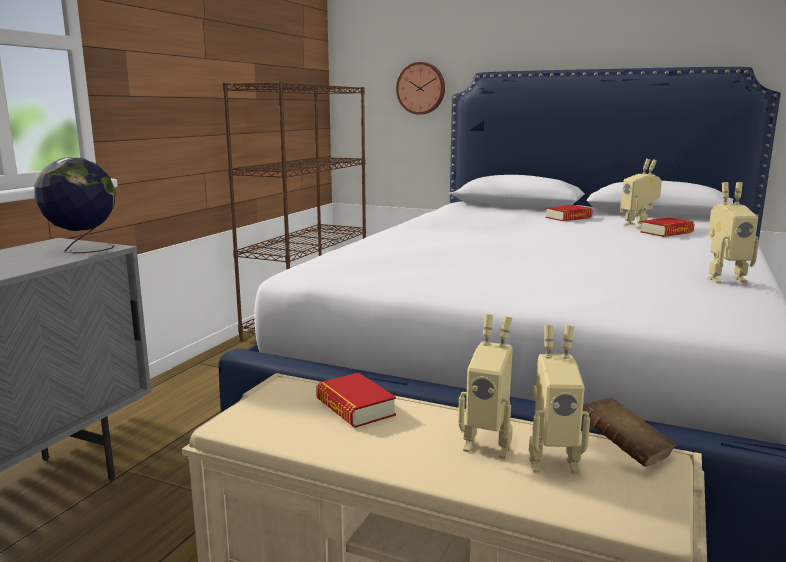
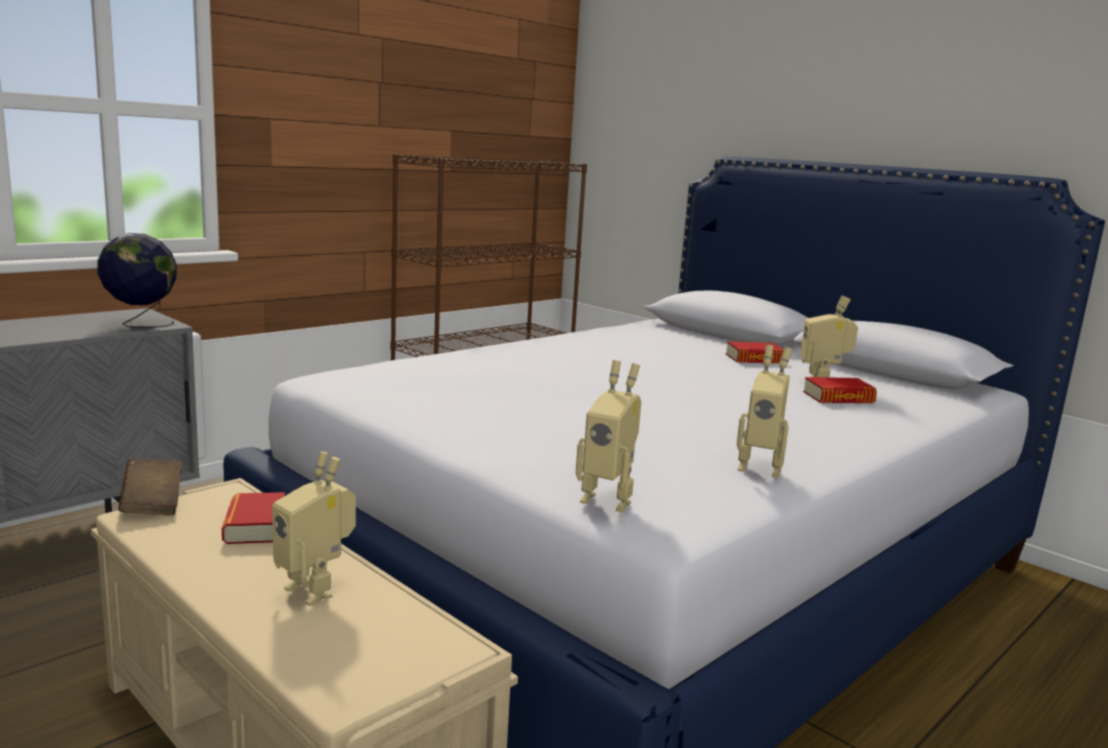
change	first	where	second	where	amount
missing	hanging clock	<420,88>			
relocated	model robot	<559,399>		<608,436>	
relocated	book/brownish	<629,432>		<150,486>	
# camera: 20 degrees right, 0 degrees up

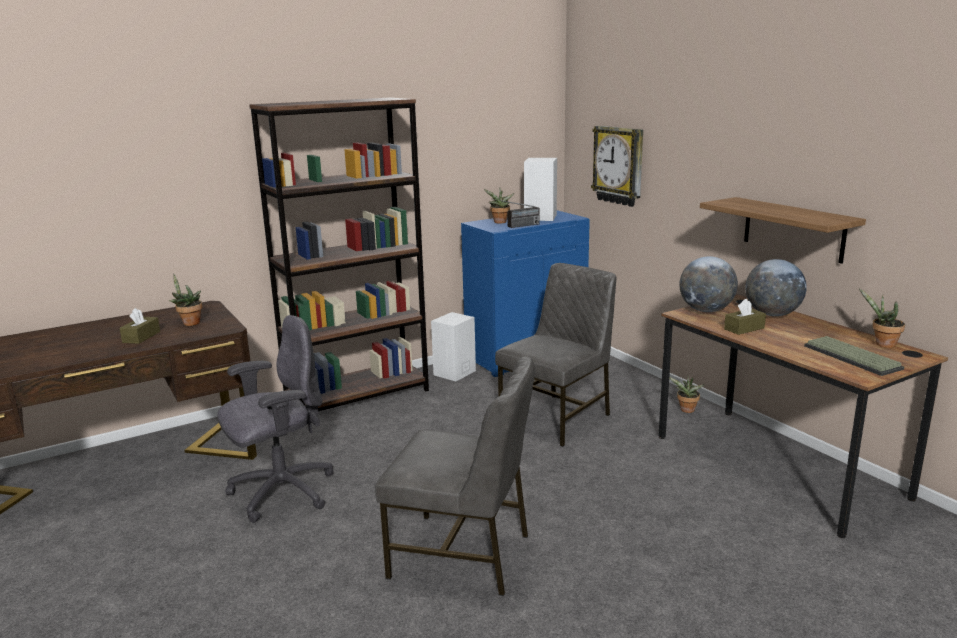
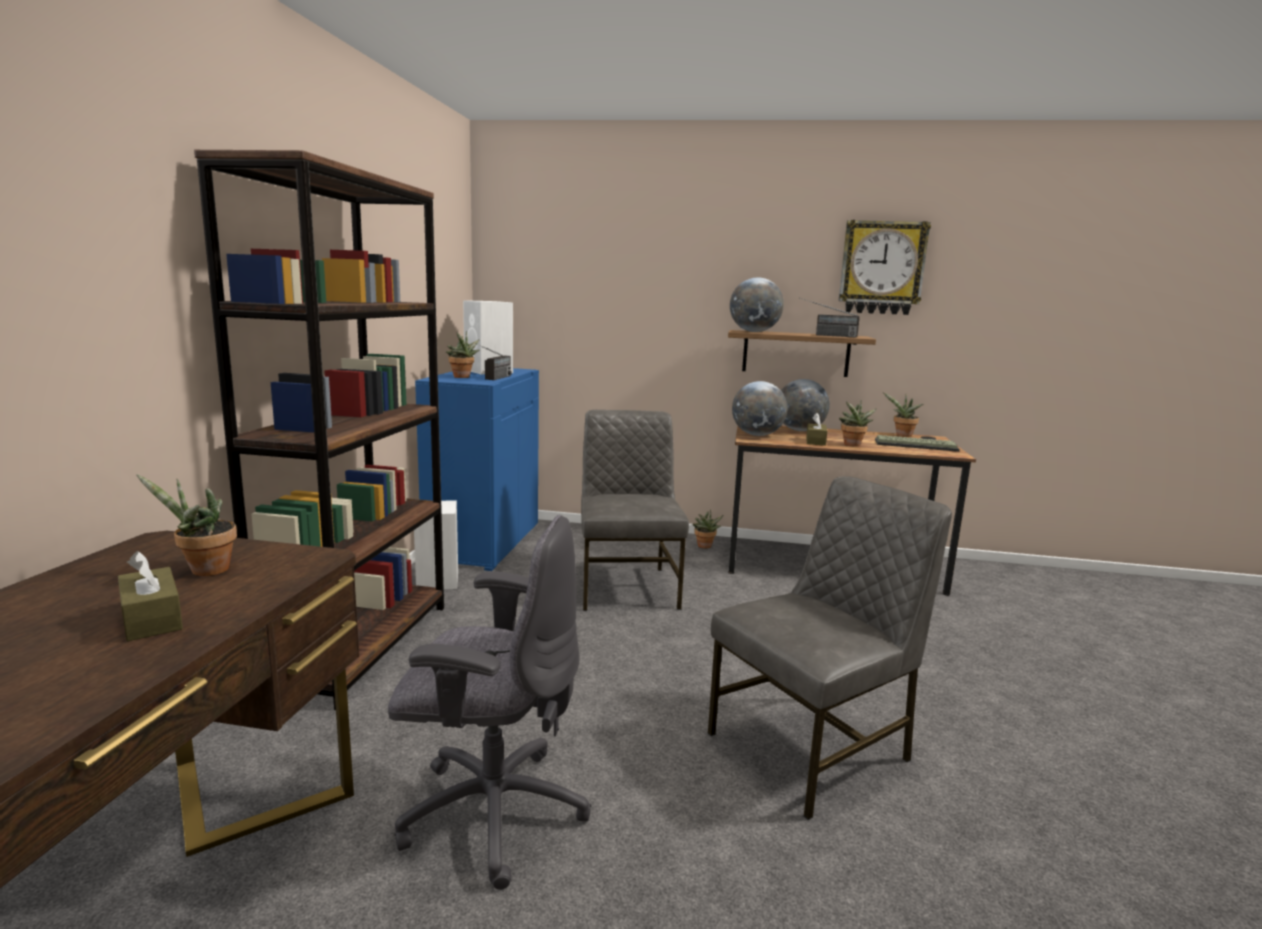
change	first	where	second	where	amount
spun	office chair/greyish	<275,419>		<489,702>	90 degrees clockwise
relocated	hanging clock	<617,166>		<884,267>	
appeared			desk globe	<757,304>	
appeared			radio	<829,317>	
appeared			plant in a pot	<858,423>	
# camera: 50 degrees left, 5 degrees down

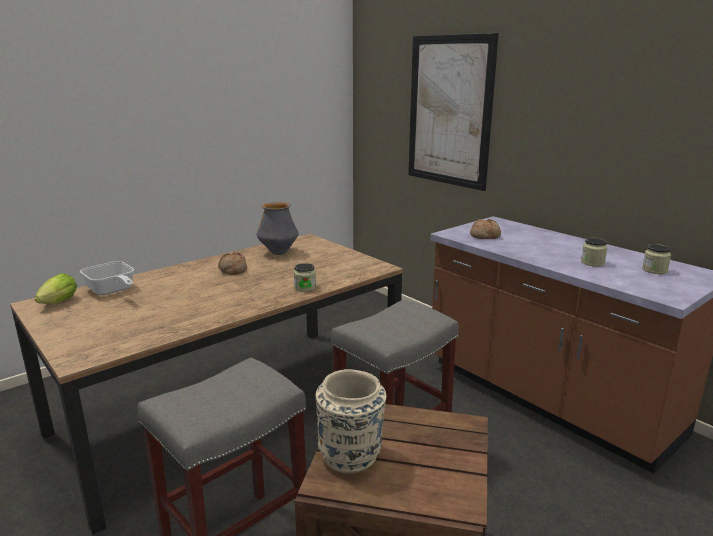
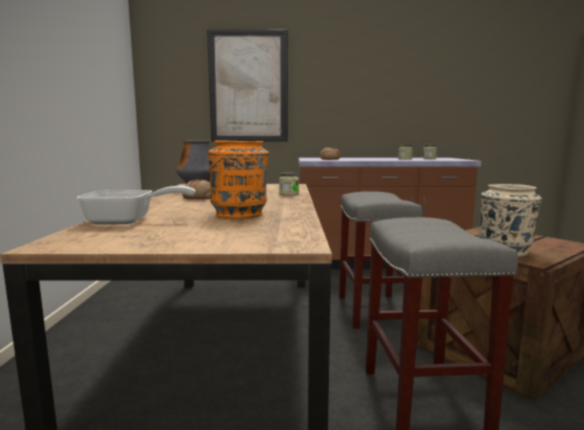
change	first	where	second	where	amount
missing	lettuce head	<56,288>			
appeared			decorative vase/orange-coloured	<238,179>	
# camera: 50 degrees left, 10 degrees down

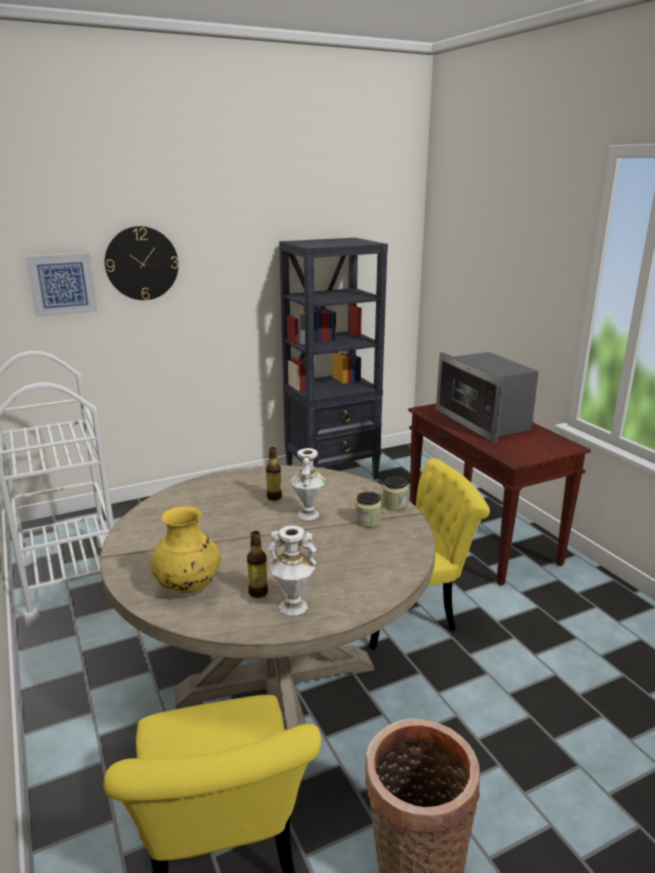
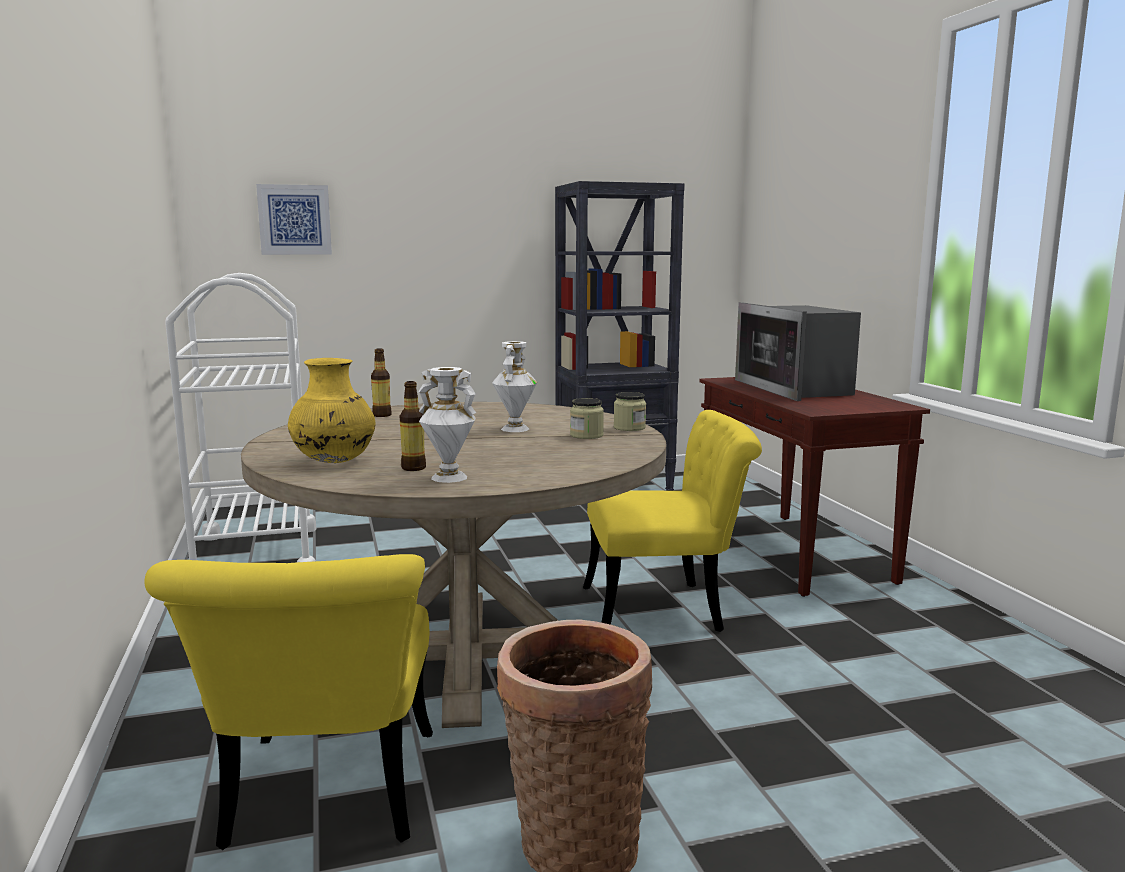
change	first	where	second	where	amount
missing	hanging clock	<141,263>			
relocated	bottle	<274,474>		<381,382>	
# camera: 10 degrees right, 10 degrees down

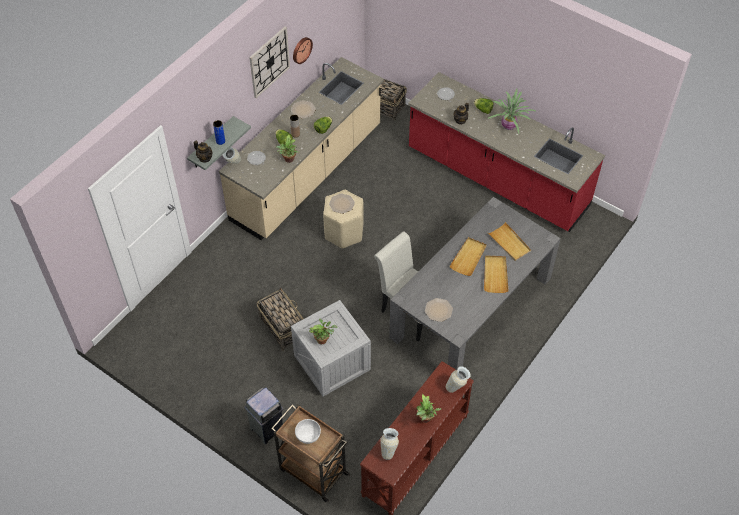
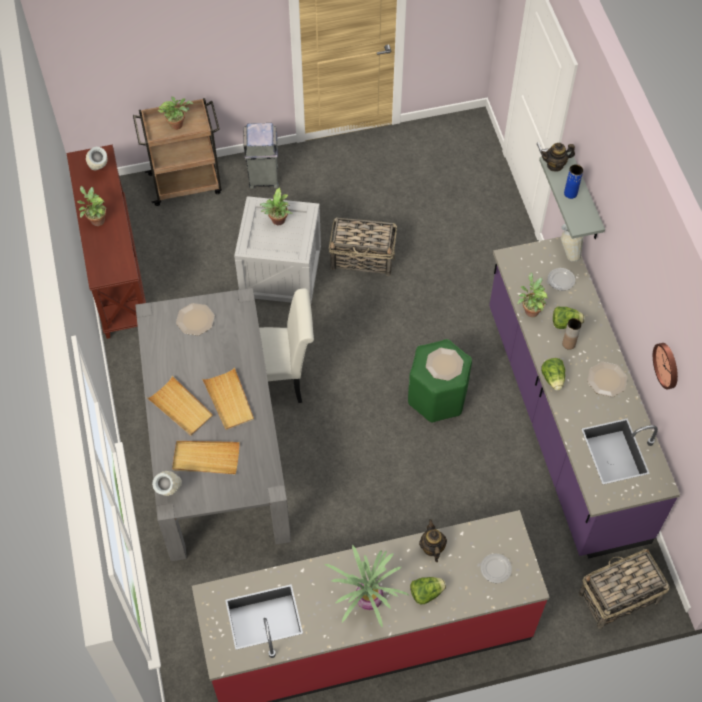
change	first	where	second	where	amount
colour	kitchen base unit/beige	<301,148>	kitchen base unit/purple	<584,398>	
missing	hanging clock	<269,62>			
exchanged	serving bowl/white	<308,431>	plant in a pot	<175,113>	
colour	sitting stool/beige	<343,219>	sitting stool/green-coloured	<440,380>	
relocated	decorative vase	<458,379>		<167,483>	
# camera: 130 degrees right, 5 degrees up

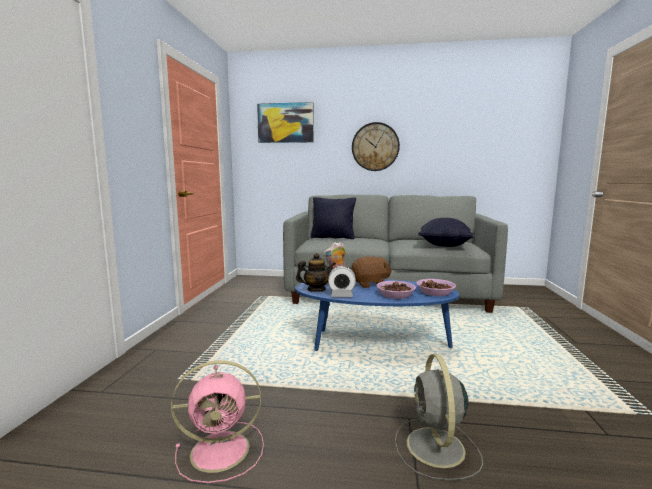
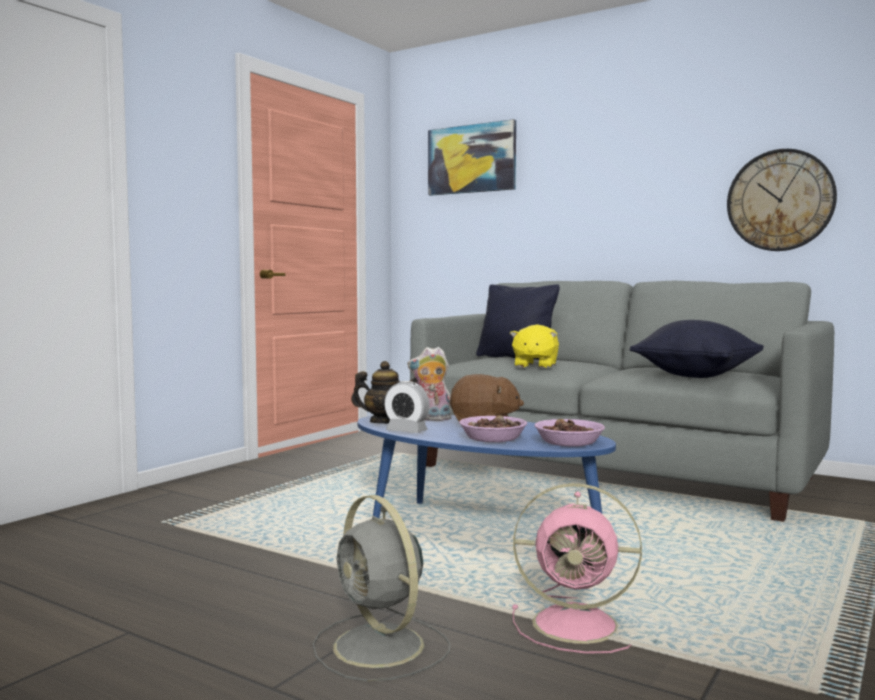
change	first	where	second	where	amount
relocated	cooling fan/pink	<217,421>		<577,568>	
relocated	hanging clock	<376,146>		<782,200>	
spun	cooling fan/greyish	<439,417>		<381,588>	60 degrees counterclockwise
appeared			plush toy/yellow	<534,346>	
# camera: 25 degrees right, 5 degrees down

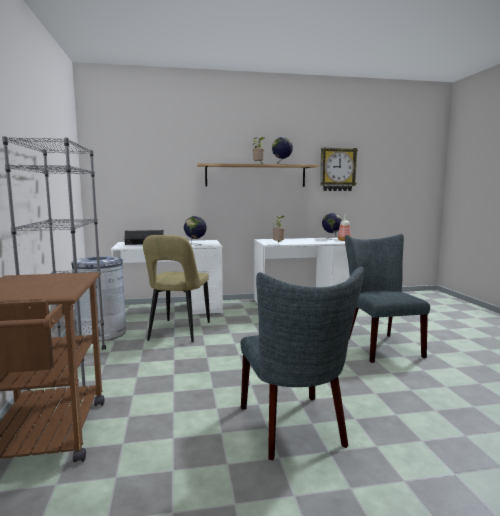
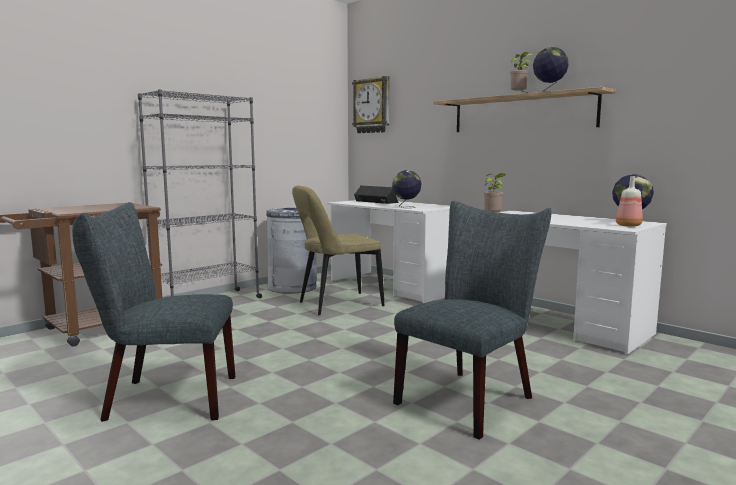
change	first	where	second	where	amount
spun	plain chair/greyish	<302,363>		<153,312>	45 degrees clockwise
relocated	hanging clock	<339,169>		<371,104>	
# camera: 55 degrees right, 0 degrees up

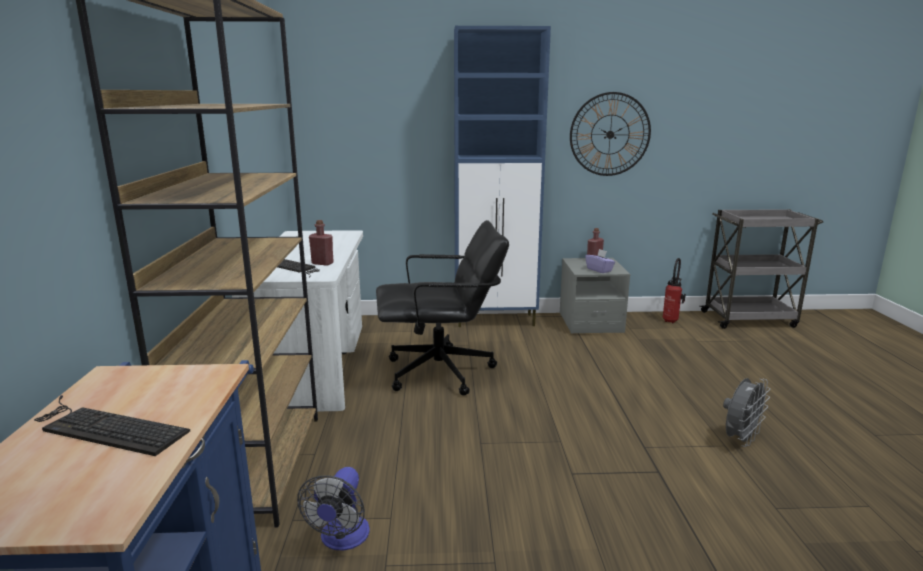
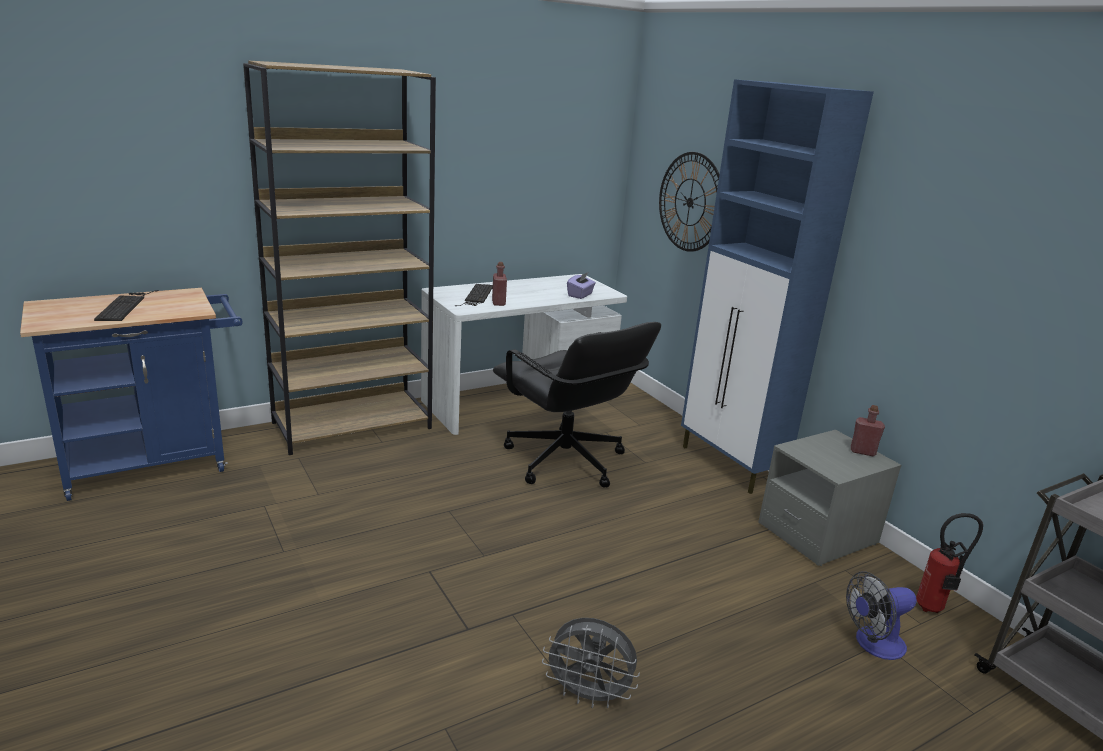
change	first	where	second	where	amount
relocated	cooling fan	<333,509>		<881,615>	
relocated	hanging clock	<610,134>		<689,202>	
relocated	tissue holder/purple	<600,261>		<581,285>	
# camera: 60 degrees right, 5 degrees up

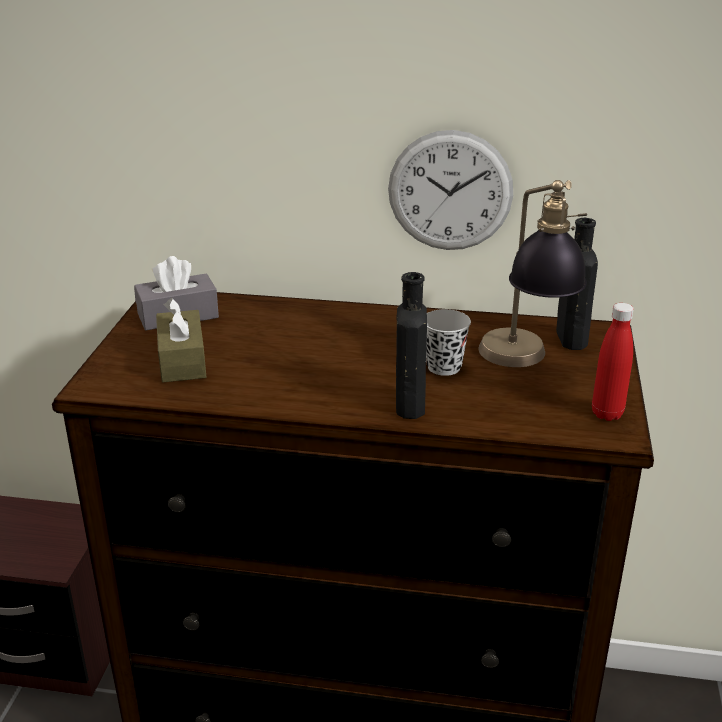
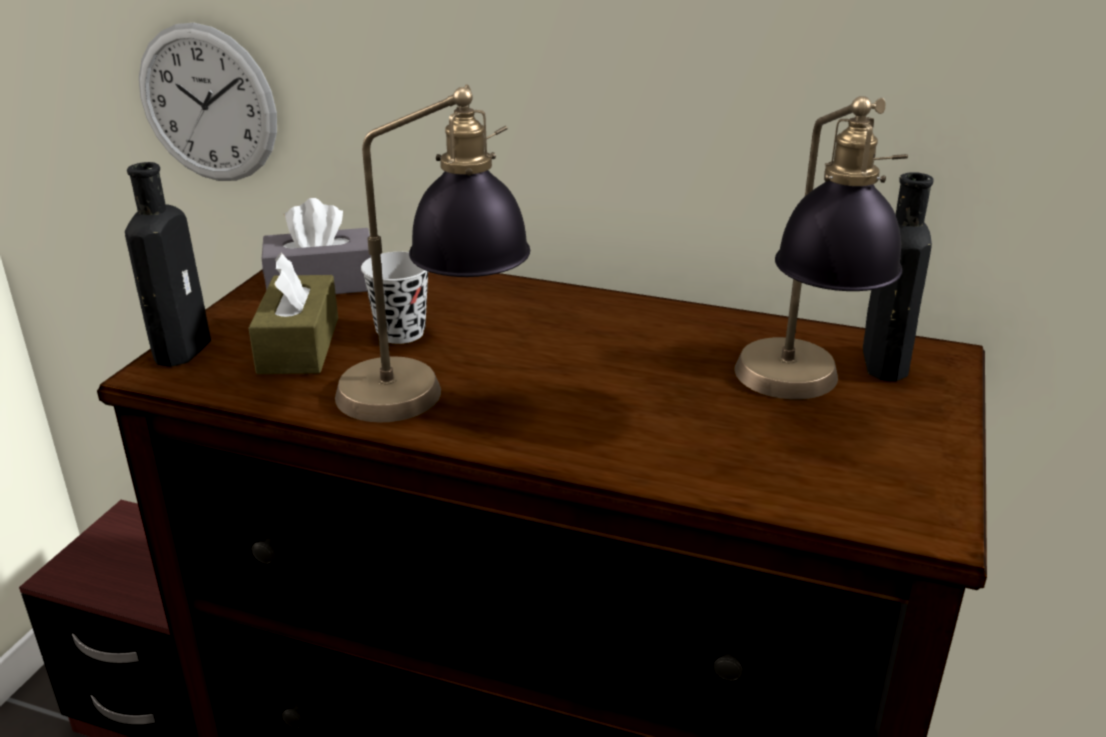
change	first	where	second	where	amount
relocated	hanging clock	<450,190>		<208,102>	
relocated	bottle/black	<411,345>		<168,264>	
relocated	cup/black	<448,342>		<394,298>	
missing	bottle/reddish	<613,362>			
appeared			lamp for a table	<432,253>	
# camera: 10 degrees right, 0 degrees up

